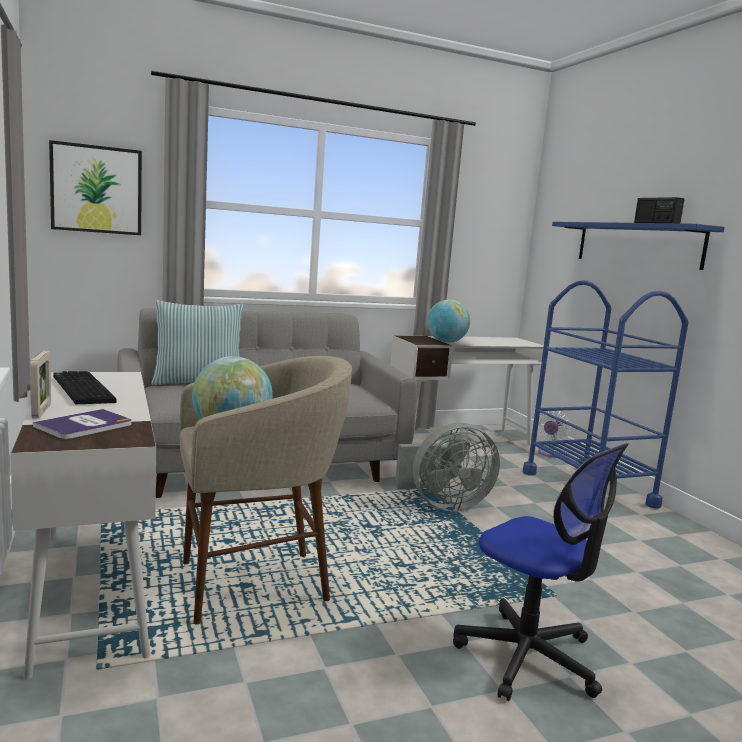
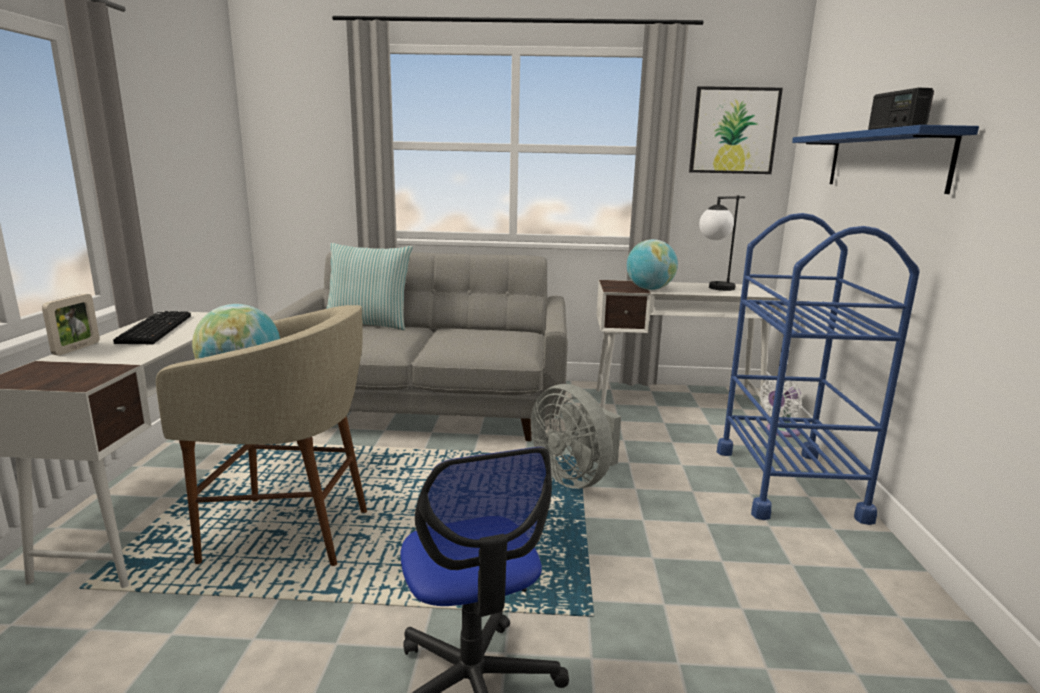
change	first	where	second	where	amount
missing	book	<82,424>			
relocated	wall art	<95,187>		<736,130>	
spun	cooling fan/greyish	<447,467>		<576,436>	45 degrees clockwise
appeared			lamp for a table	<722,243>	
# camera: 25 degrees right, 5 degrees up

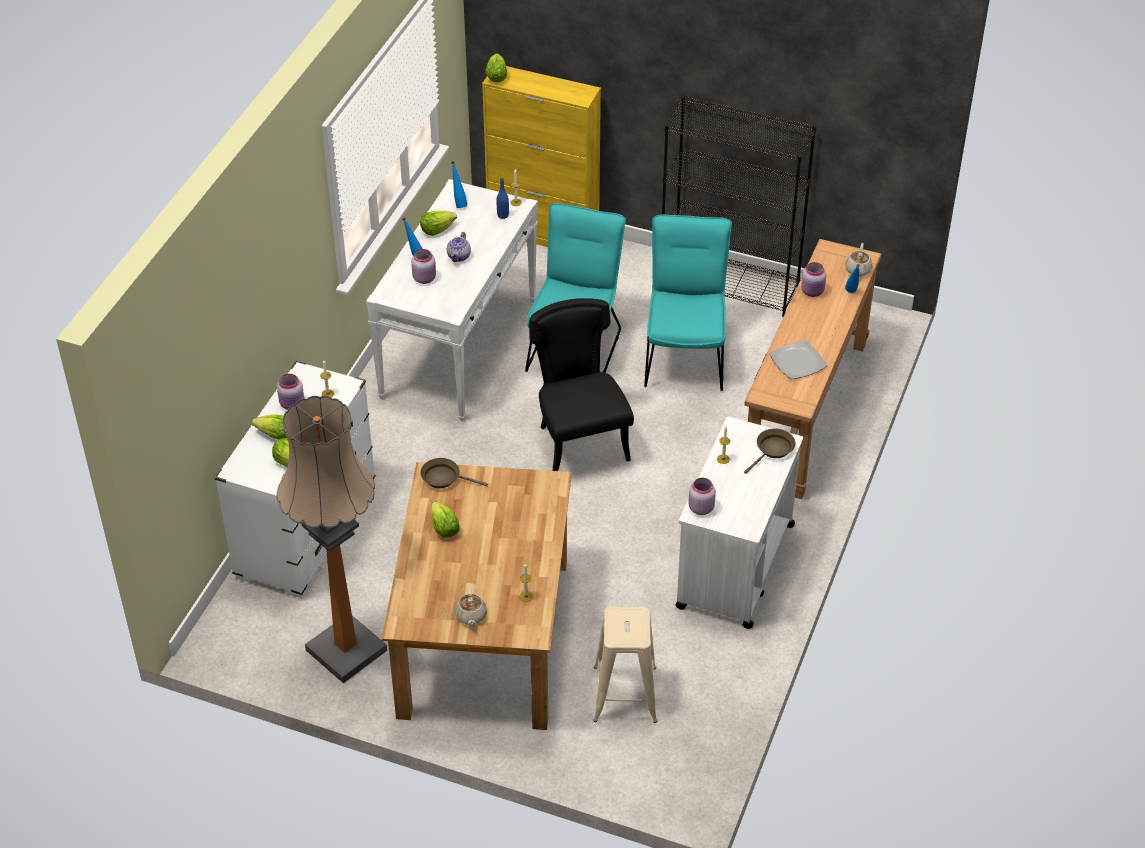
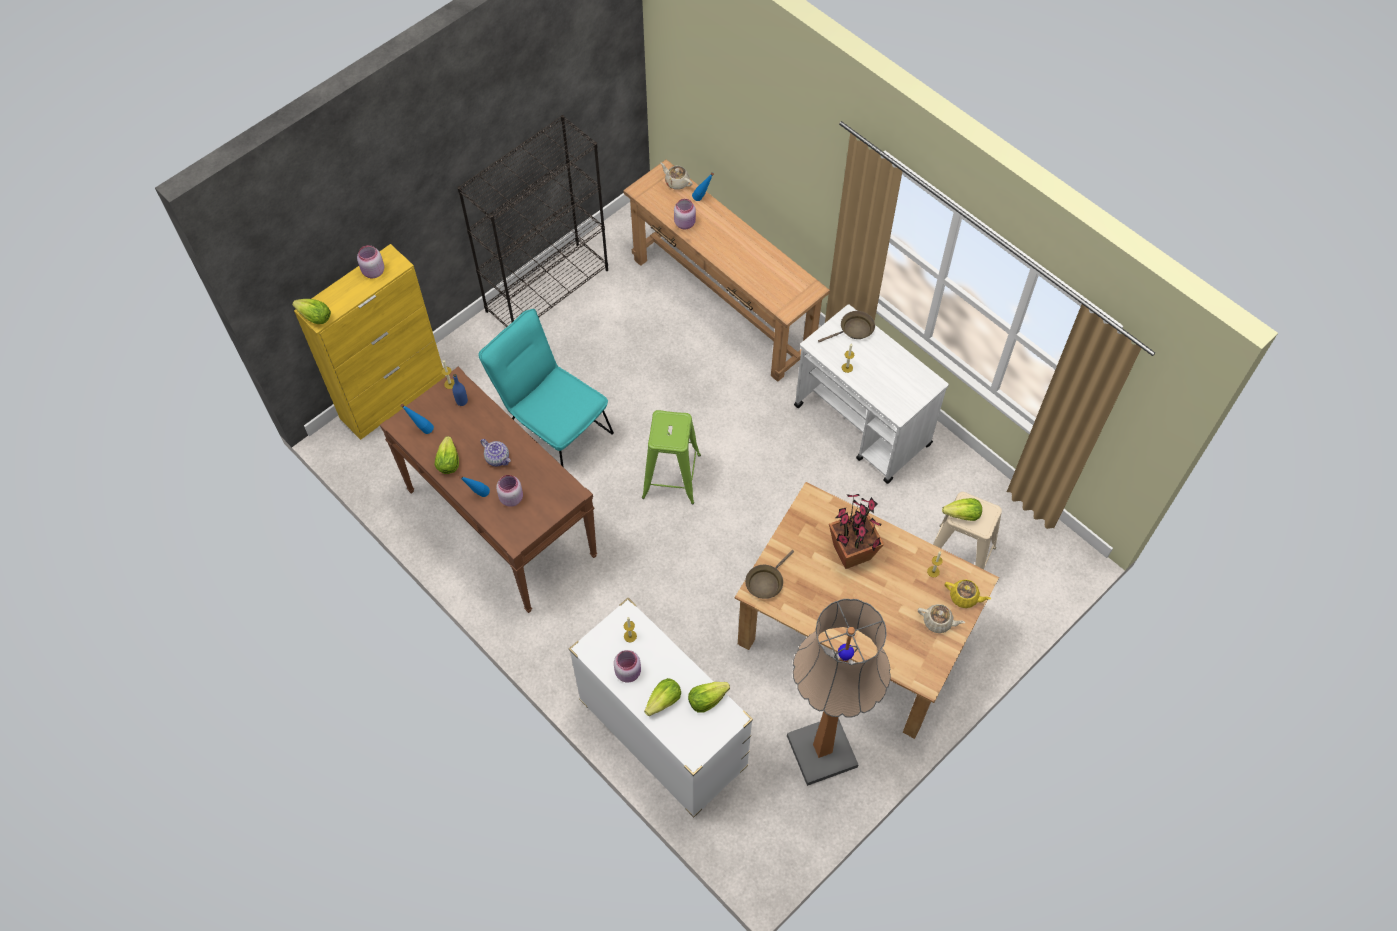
change	first	where	second	where	amount
colour	console table/white	<452,300>	console table/brownish	<489,490>	
relocated	lettuce head	<445,519>		<962,509>	
exchanged	plain chair/black	<581,384>	sitting stool/green-coloured	<671,457>	
missing	plain chair/turquoise-coloured	<688,303>			
relocated	preserve jar/pink	<702,496>		<370,261>	
spun	frying pan/brownish	<769,451>		<846,326>	90 degrees clockwise
missing	flat dish	<798,359>			
appeared			plant in a pot	<856,531>	
appeared			tea pot/yellow	<968,593>	
# camera: 65 degrees left, 15 degrees up

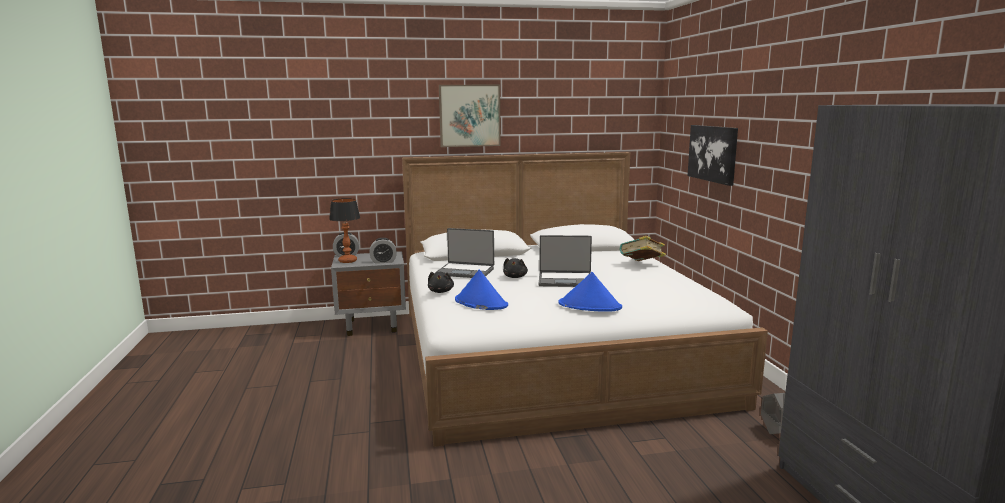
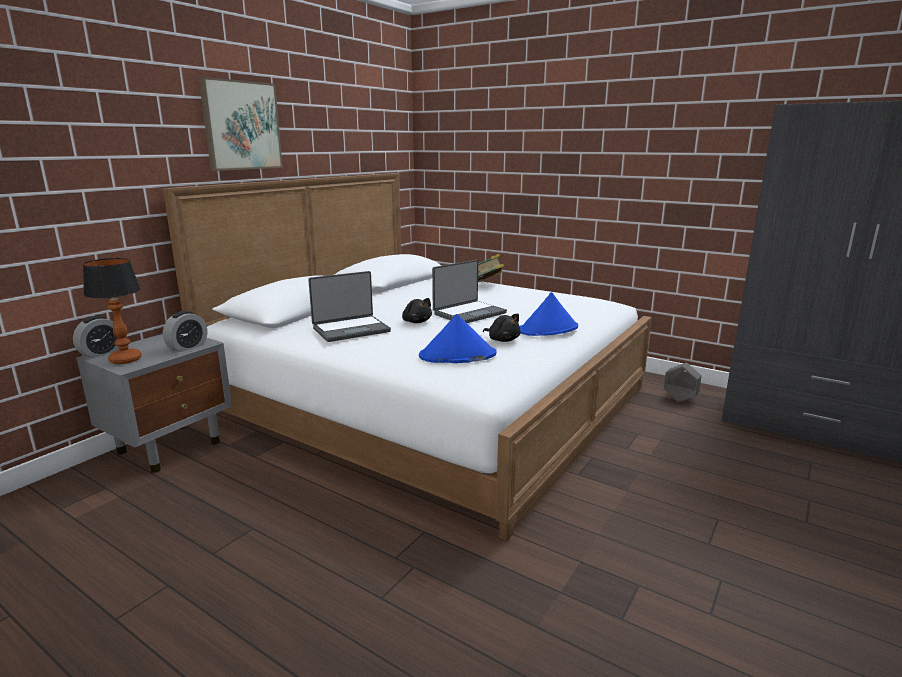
change	first	where	second	where	amount
relocated	plush toy/black	<441,282>		<502,328>	
missing	wall art	<713,155>			
# camera: 45 degrees left, 5 degrees up

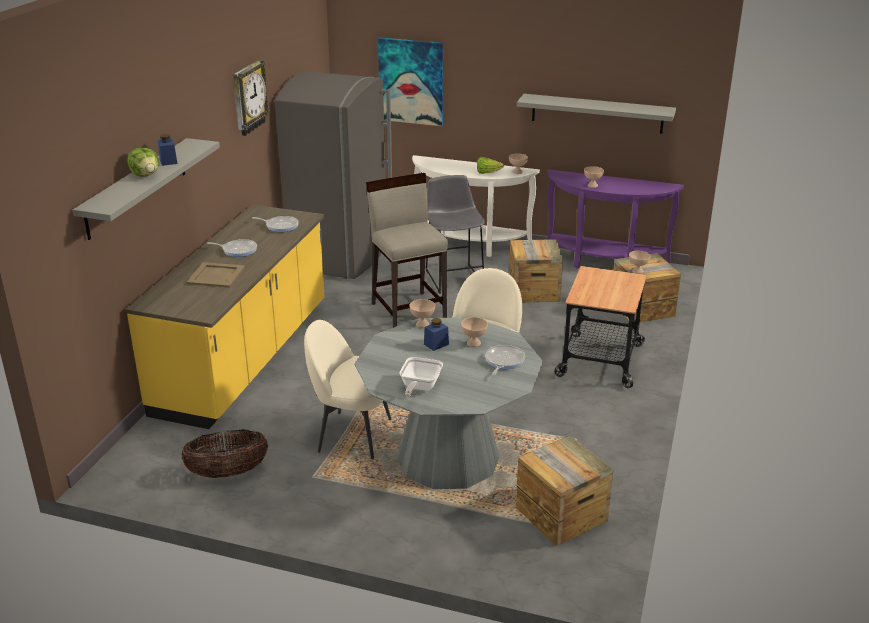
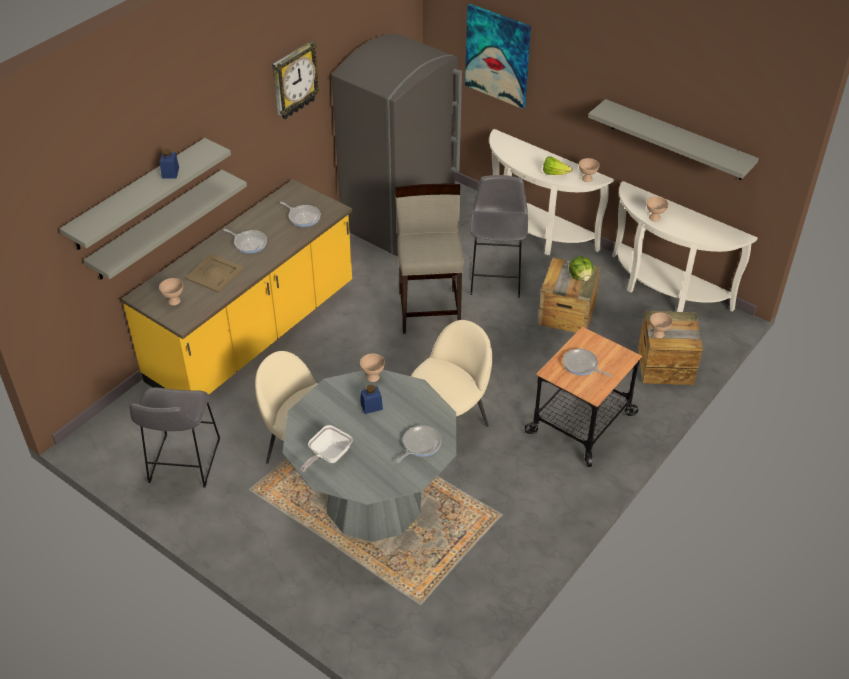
change	first	where	second	where	amount
relocated	lettuce head	<143,162>		<581,268>	
exchanged	storage basket	<224,453>	sitting stool/greyish	<175,437>	
relocated	serving bowl/beige	<474,332>		<171,291>	
missing	shipping crate	<565,490>			
colour	console table/purple	<615,219>	console table/white	<685,246>	
appeared			bracket shelf/greyish	<165,224>	
appeared			frying pan	<587,363>	
# camera: 20 degrees right, 15 degrees up

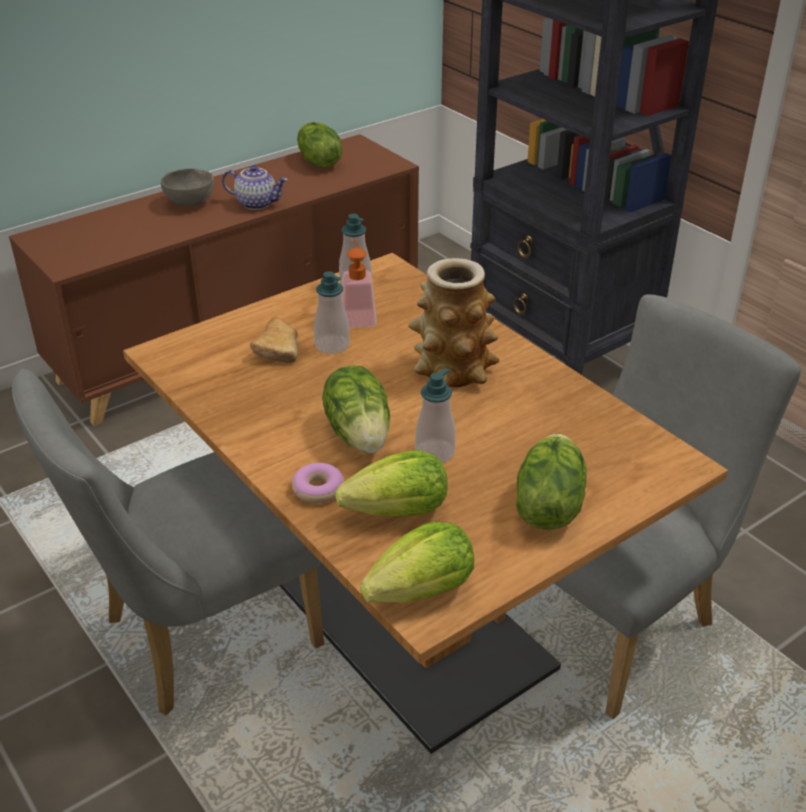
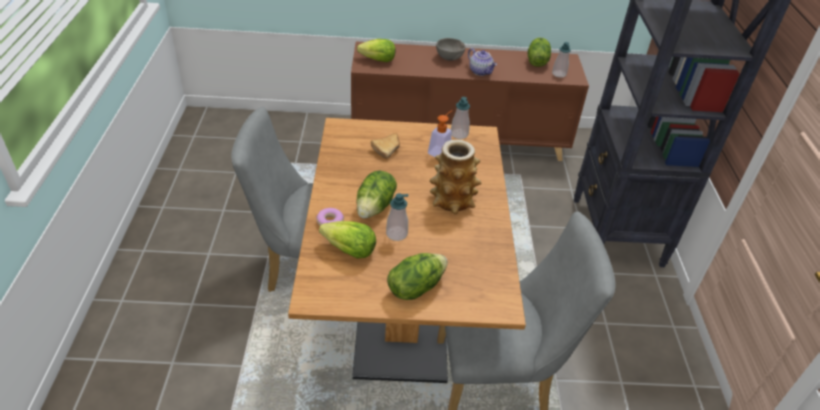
change	first	where	second	where	amount
relocated	soap bottle	<332,312>		<561,60>	
relocated	lettuce head	<417,562>		<376,50>	
# camera: 35 degrees right, 5 degrees up

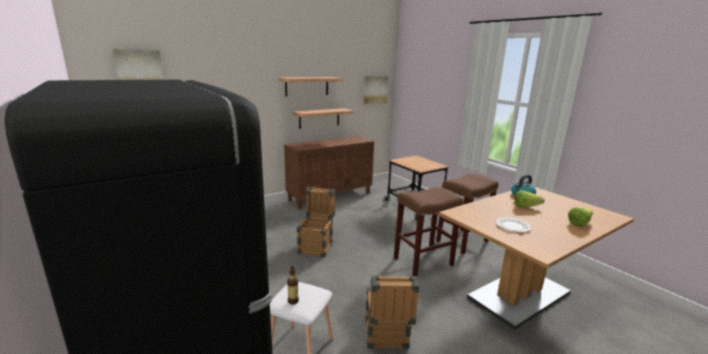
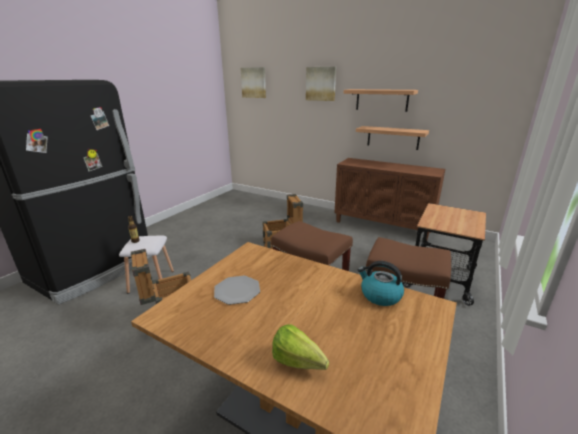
change	first	where	second	where	amount
relocated	wall art	<376,90>		<321,83>	
missing	lettuce head	<530,199>			
# camera: 65 degrees right, 5 degrees up

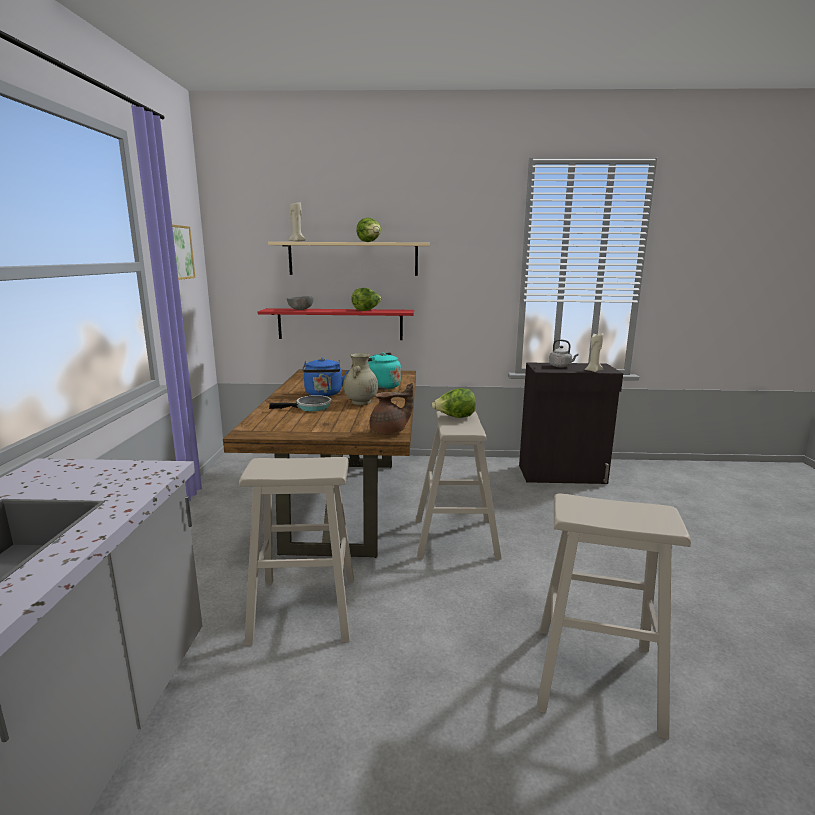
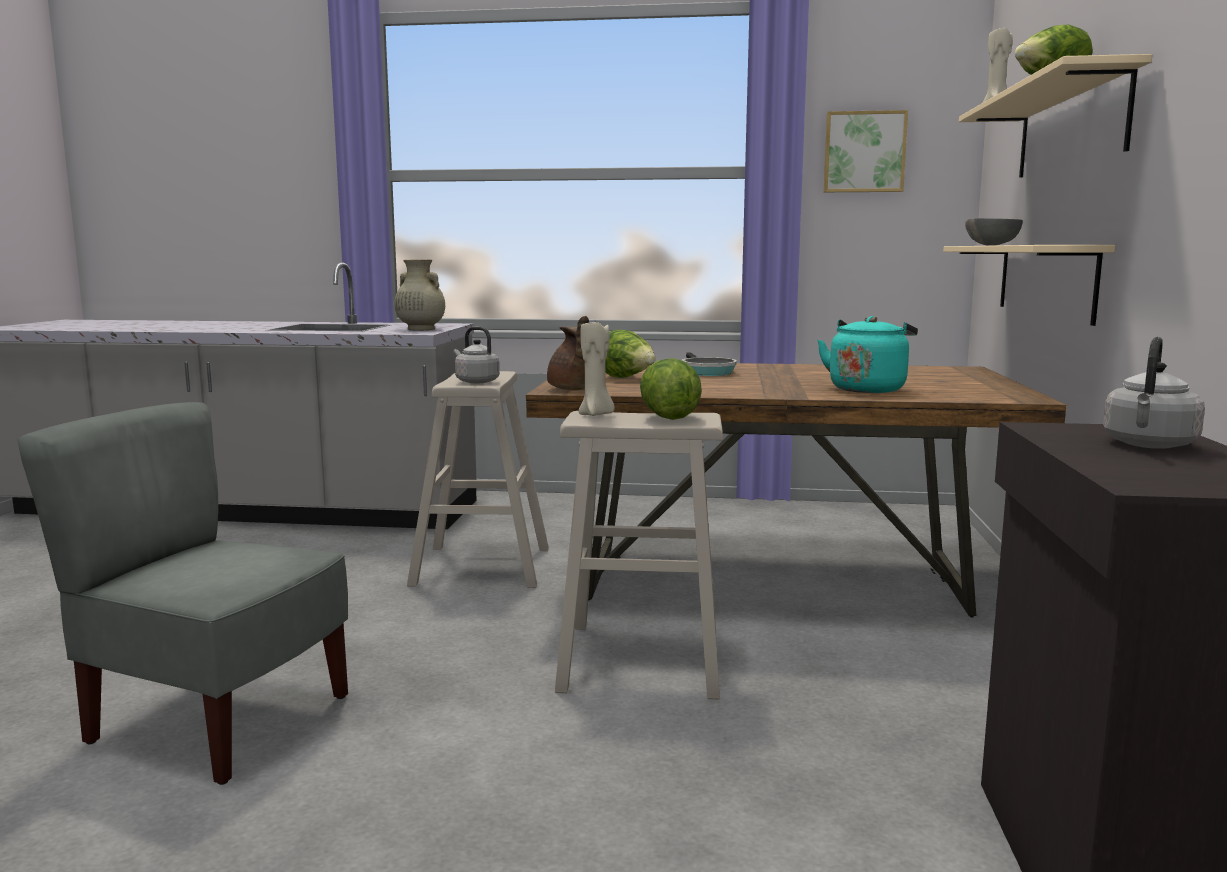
change	first	where	second	where	amount
colour	bracket shelf/reddish	<336,324>	bracket shelf/beige	<1029,285>	
missing	kettle/blue	<326,377>			
relocated	decorative vase/beige	<360,379>		<419,294>	
relocated	lettuce head	<366,299>		<631,354>	
exchanged	sitting stool/beige	<614,617>	plain chair/greyish	<182,593>	
relocated	wax light/beige	<594,352>		<596,369>	
appeared			kettle/greyish	<477,355>	
# camera: 95 degrees right, 5 degrees down

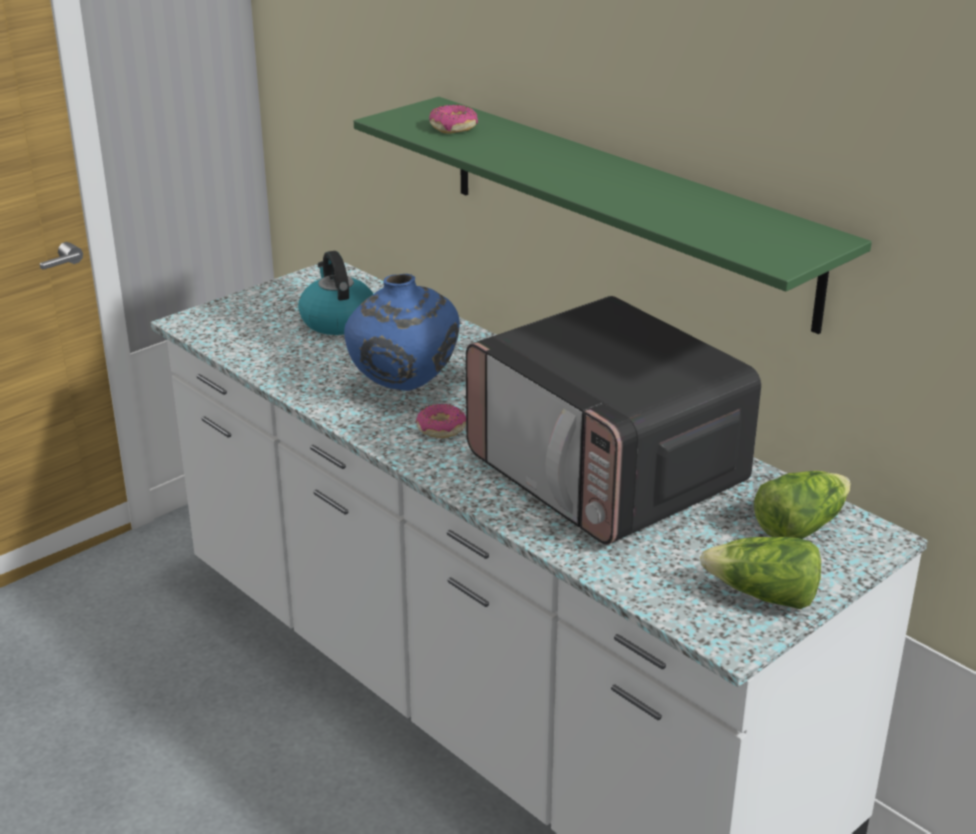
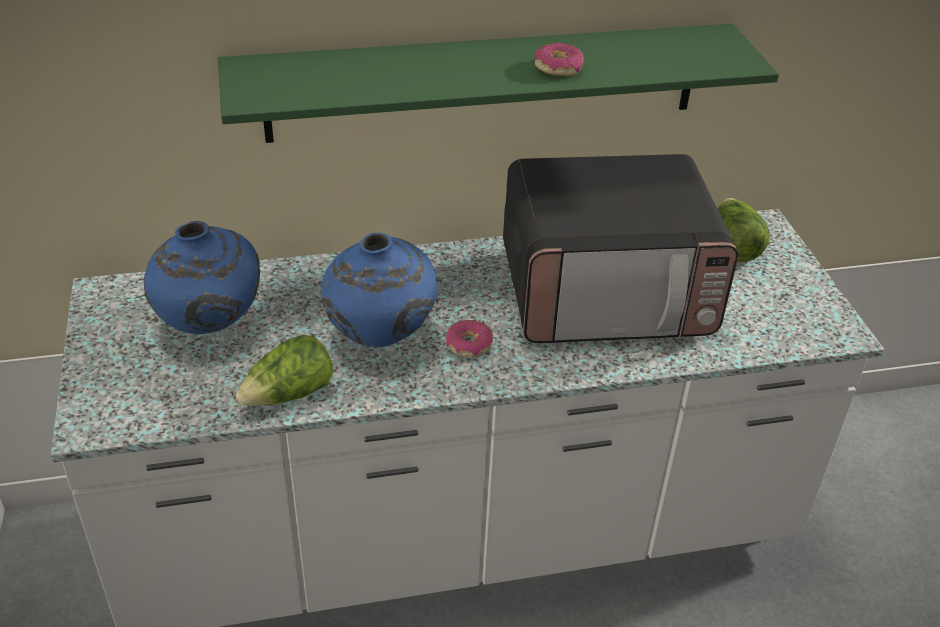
change	first	where	second	where	amount
exchanged	kettle	<335,293>	decorative vase/blue	<202,277>	
relocated	donut	<453,119>		<559,60>	
relocated	lettuce head	<760,573>		<284,370>	
# camera: 60 degrees left, 10 degrees up

